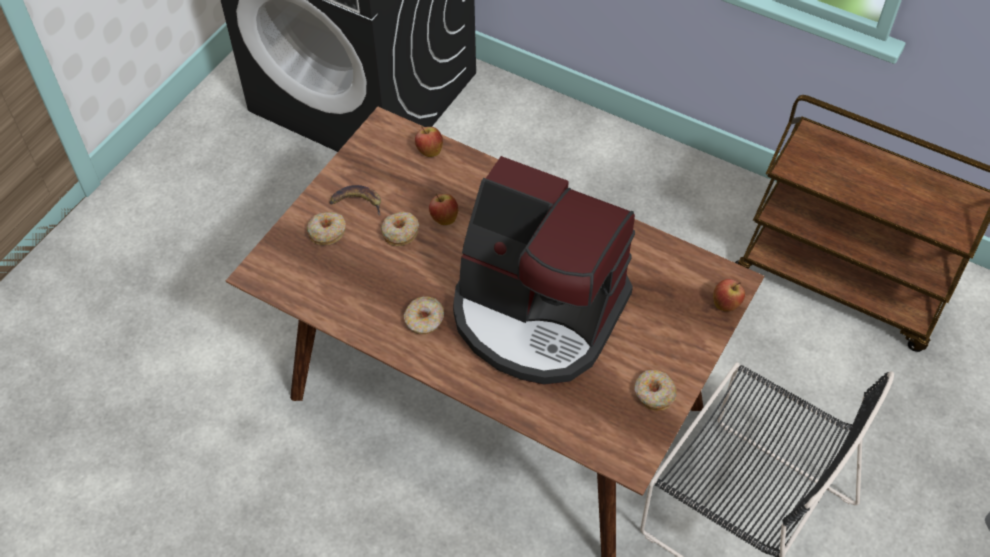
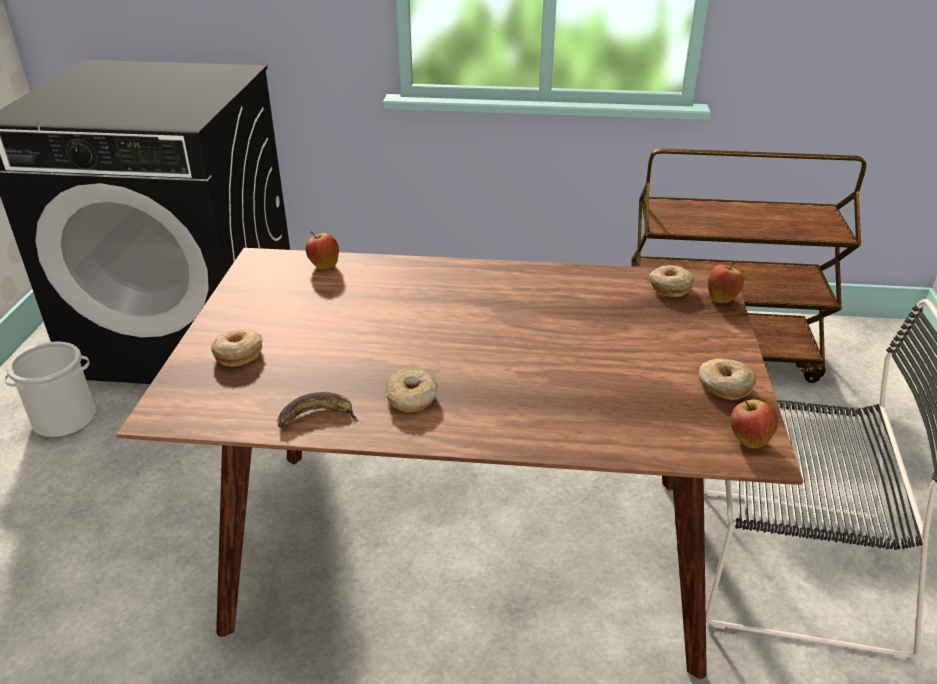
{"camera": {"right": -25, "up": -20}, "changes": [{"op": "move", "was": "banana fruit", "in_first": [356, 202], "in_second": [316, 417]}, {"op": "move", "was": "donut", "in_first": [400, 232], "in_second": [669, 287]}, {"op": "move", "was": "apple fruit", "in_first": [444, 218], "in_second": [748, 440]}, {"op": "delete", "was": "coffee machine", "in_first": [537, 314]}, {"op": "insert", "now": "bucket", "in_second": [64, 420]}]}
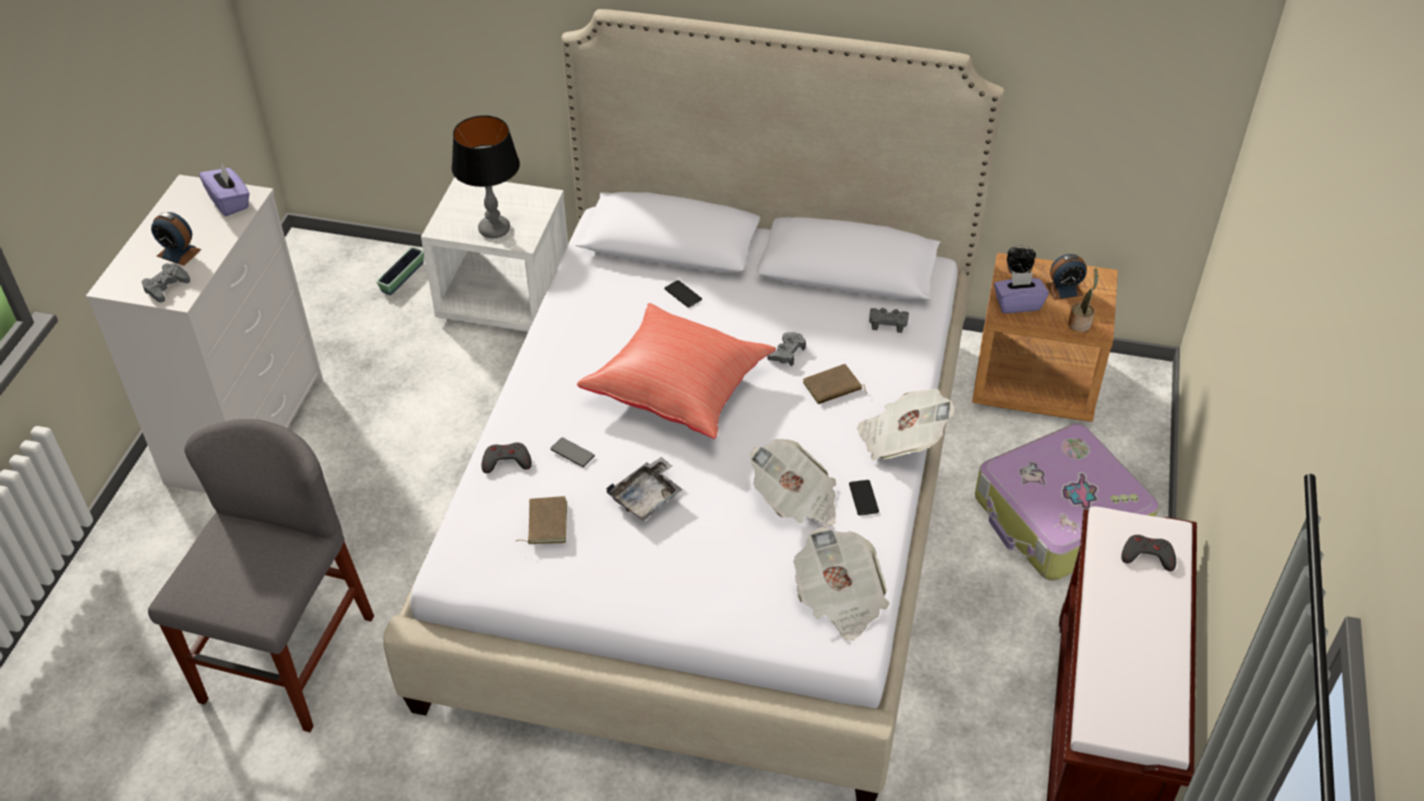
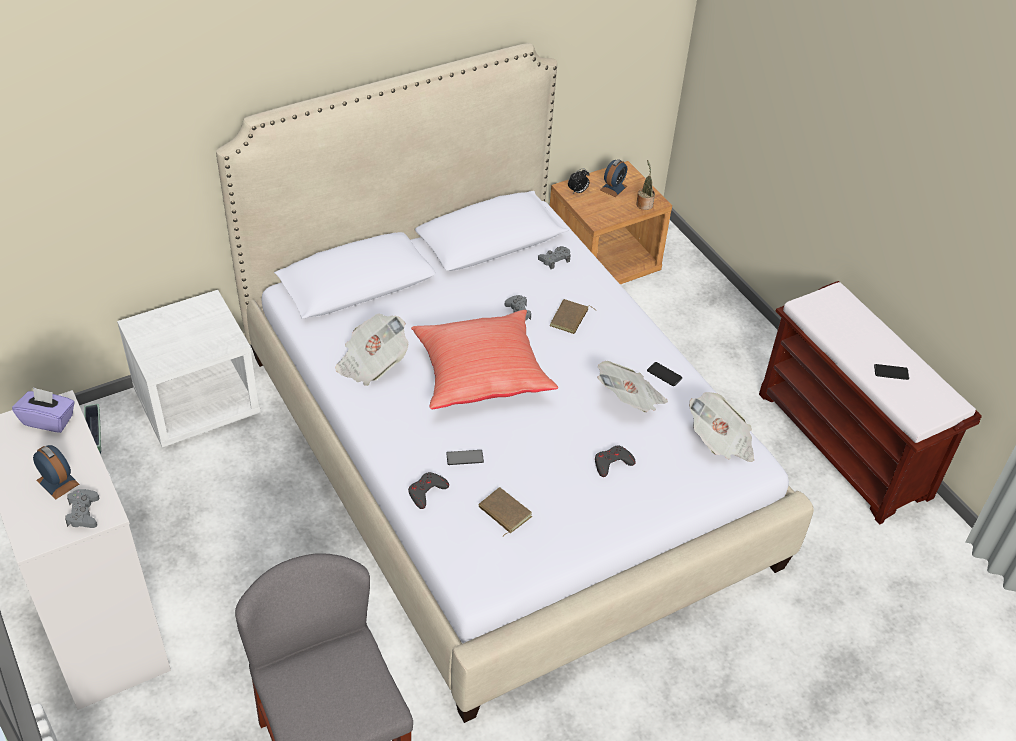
{"camera": {"right": -45, "up": 0}, "changes": [{"op": "rotate", "was": "table clock", "in_first": [179, 253], "in_second": [57, 482], "clockwise": -120}, {"op": "delete", "was": "table lamp", "in_first": [494, 229]}, {"op": "delete", "was": "grey tray", "in_first": [647, 497]}, {"op": "move", "was": "handset", "in_first": [683, 294], "in_second": [891, 372]}, {"op": "move", "was": "daily paper", "in_first": [901, 440], "in_second": [371, 363]}, {"op": "delete", "was": "piece of luggage", "in_first": [1059, 518]}, {"op": "delete", "was": "purple box of tissues", "in_first": [1017, 304]}, {"op": "move", "was": "grey gamepad", "in_first": [1147, 556], "in_second": [612, 463]}]}
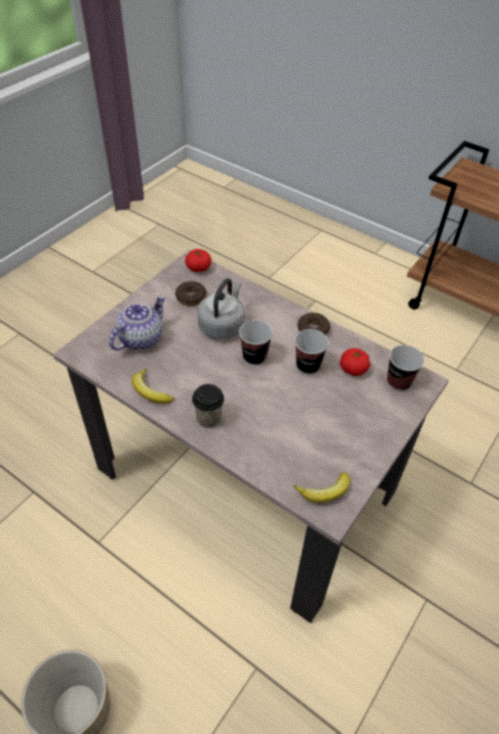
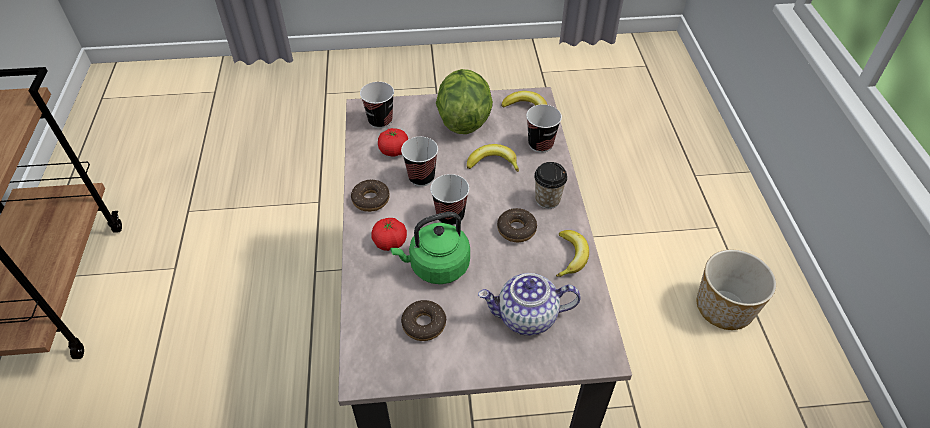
{"camera": {"right": -130, "up": 0}, "changes": [{"op": "move", "was": "fresh tomato", "in_first": [198, 268], "in_second": [390, 242]}, {"op": "recolor", "was": "grey tea kettle", "now": "green tea kettle", "in_first": [222, 325], "in_second": [436, 266]}, {"op": "insert", "now": "head of lettuce", "in_second": [463, 119]}, {"op": "insert", "now": "banana fruit", "in_second": [493, 162]}, {"op": "insert", "now": "donut", "in_second": [516, 229]}, {"op": "insert", "now": "small cup", "in_second": [540, 144]}]}
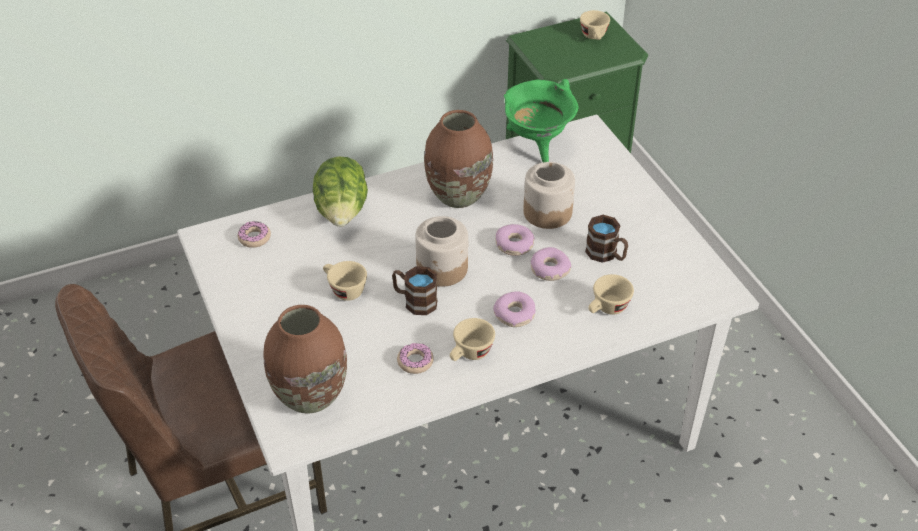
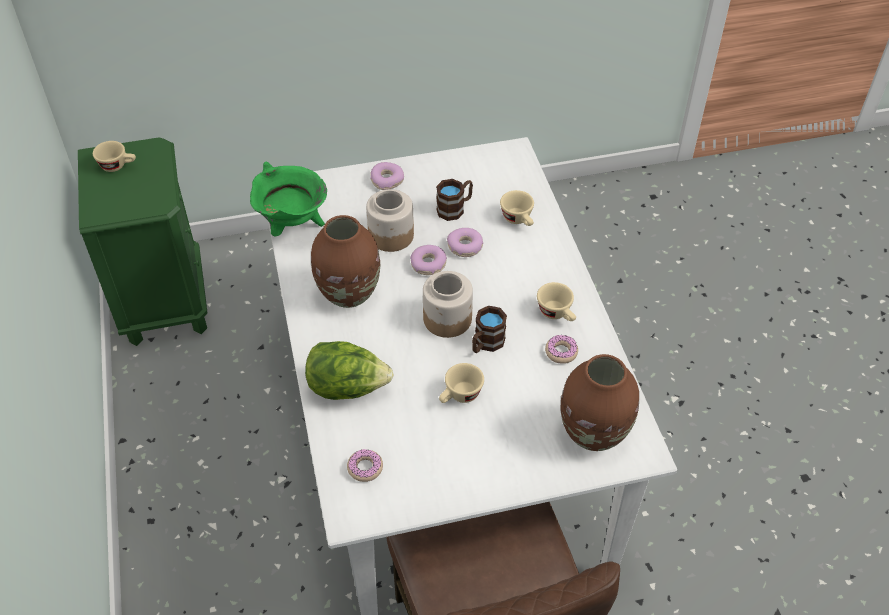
{"camera": {"right": -80, "up": 5}, "changes": [{"op": "move", "was": "donut", "in_first": [515, 314], "in_second": [387, 180]}]}
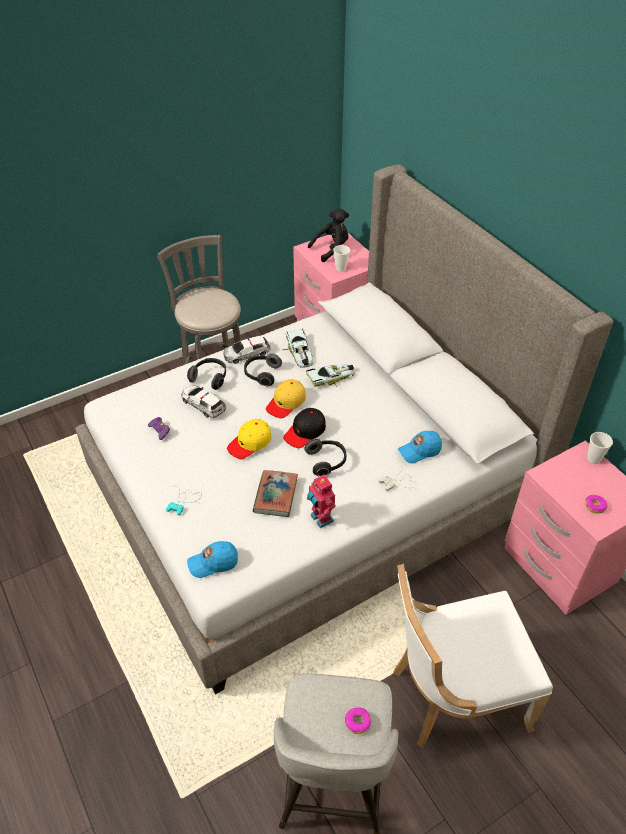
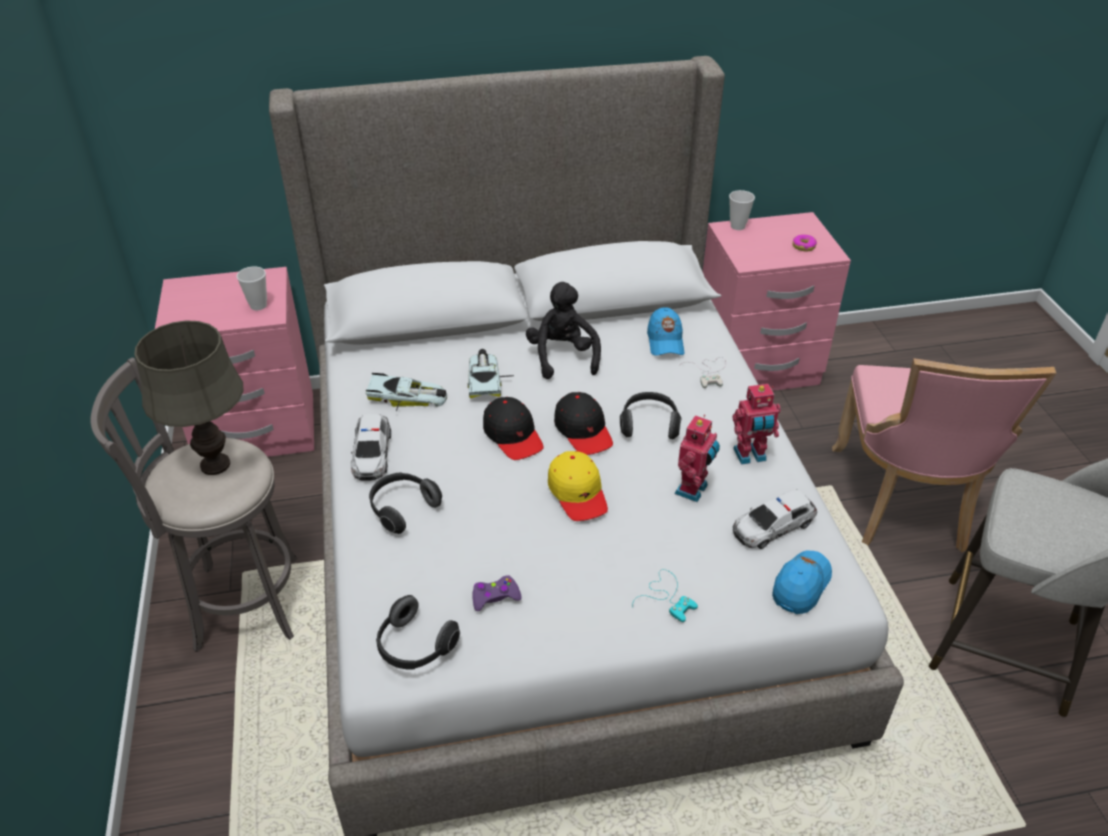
{"camera": {"right": -70, "up": -5}, "changes": [{"op": "move", "was": "miniature car", "in_first": [203, 404], "in_second": [772, 526]}, {"op": "rotate", "was": "blue-coloured peaked cap", "in_first": [213, 563], "in_second": [801, 585], "clockwise": -150}, {"op": "move", "was": "headphones", "in_first": [261, 374], "in_second": [414, 647]}, {"op": "replace", "was": "book", "now": "robot figure", "in_first": [275, 495], "in_second": [693, 490]}, {"op": "recolor", "was": "yellow-coloured peaked cap", "now": "black-coloured peaked cap", "in_first": [286, 403], "in_second": [513, 435]}, {"op": "move", "was": "black-coloured cuddly toy", "in_first": [331, 249], "in_second": [562, 357]}, {"op": "delete", "was": "donut", "in_first": [357, 722]}, {"op": "recolor", "was": "white upright chair", "now": "pinkish upright chair", "in_first": [453, 695], "in_second": [903, 503]}, {"op": "insert", "now": "grey table lamp", "in_second": [215, 465]}]}
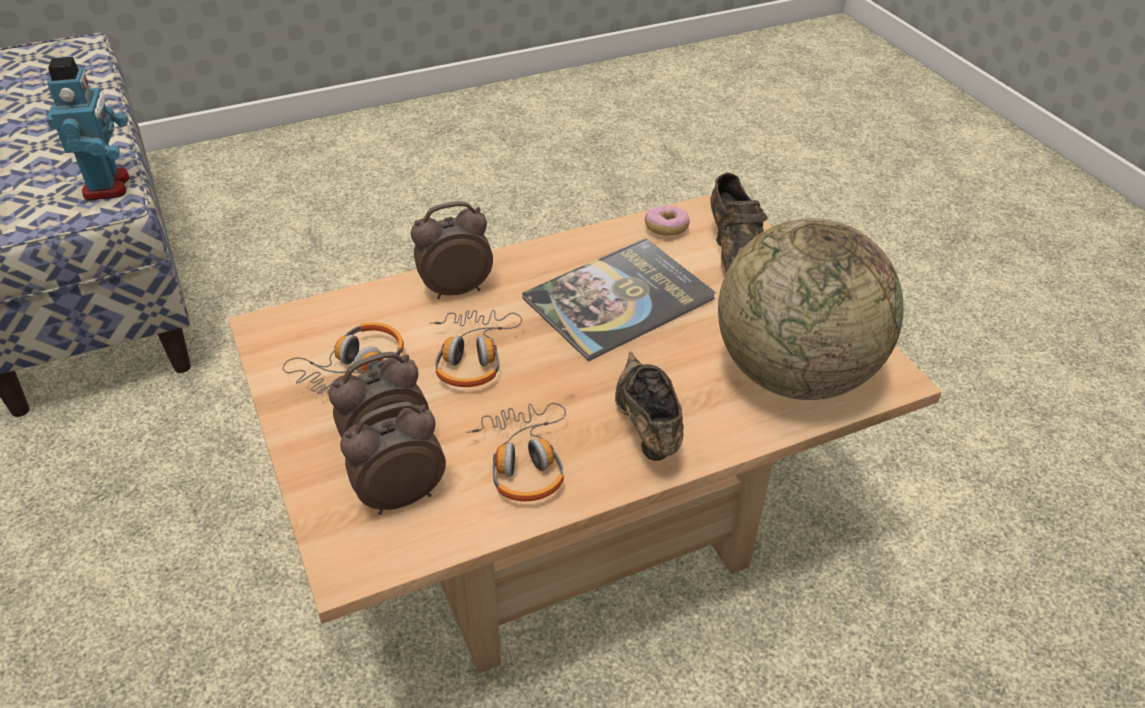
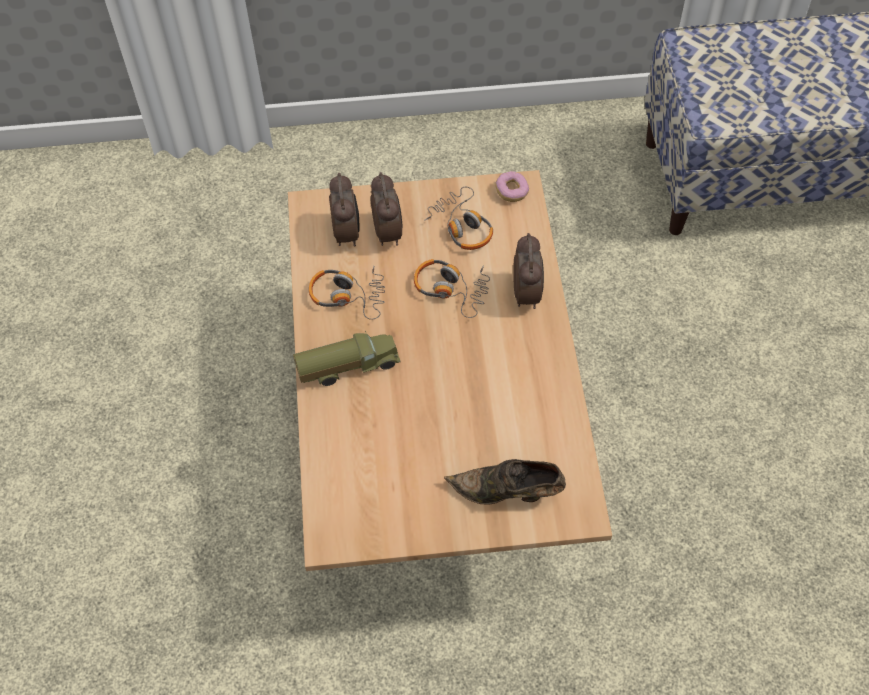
{"camera": {"right": 110, "up": 15}, "changes": [{"op": "delete", "was": "robot figure", "in_first": [108, 186]}, {"op": "delete", "was": "book", "in_first": [618, 299]}, {"op": "replace", "was": "brown-coloured low shoe", "now": "model truck", "in_first": [645, 427], "in_second": [348, 366]}, {"op": "move", "was": "donut", "in_first": [666, 229], "in_second": [511, 192]}, {"op": "delete", "was": "globe", "in_first": [794, 374]}]}
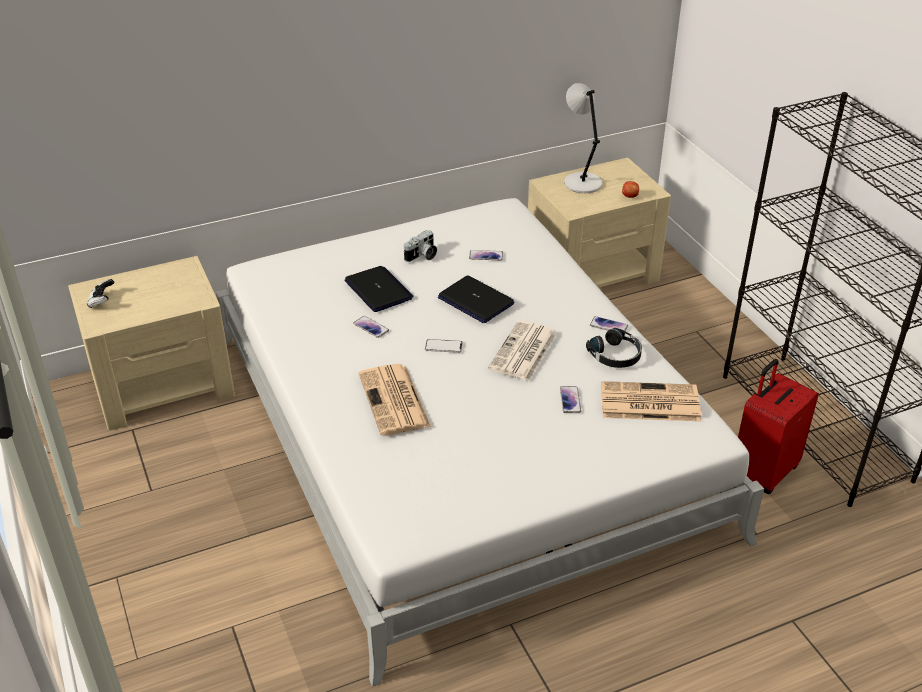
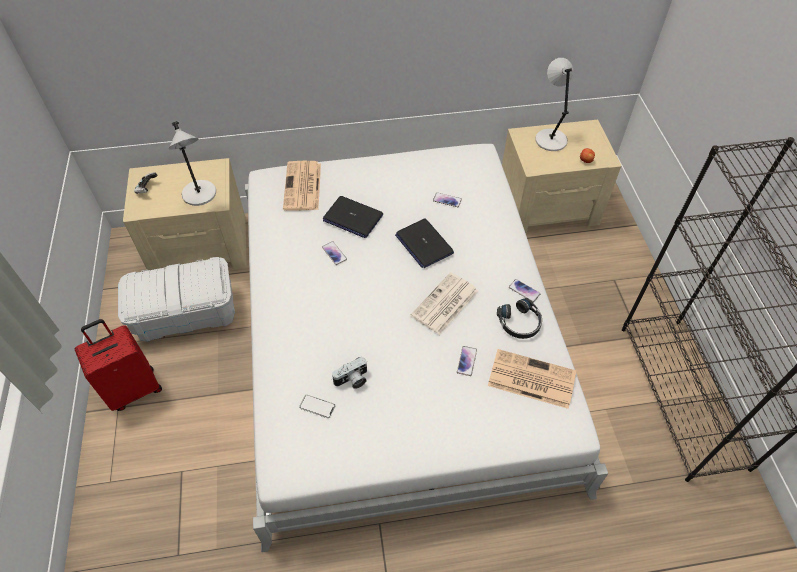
{"camera": {"right": 15, "up": 15}, "changes": [{"op": "rotate", "was": "portable computer", "in_first": [378, 290], "in_second": [352, 217], "clockwise": 135}, {"op": "move", "was": "daily paper", "in_first": [395, 401], "in_second": [303, 187]}, {"op": "move", "was": "still camera", "in_first": [422, 256], "in_second": [352, 380]}, {"op": "move", "was": "handset", "in_first": [443, 346], "in_second": [317, 406]}, {"op": "move", "was": "red-coloured piece of luggage", "in_first": [763, 471], "in_second": [134, 389]}, {"op": "insert", "now": "white storage container", "in_second": [185, 314]}, {"op": "insert", "now": "grey table lamp", "in_second": [200, 195]}]}
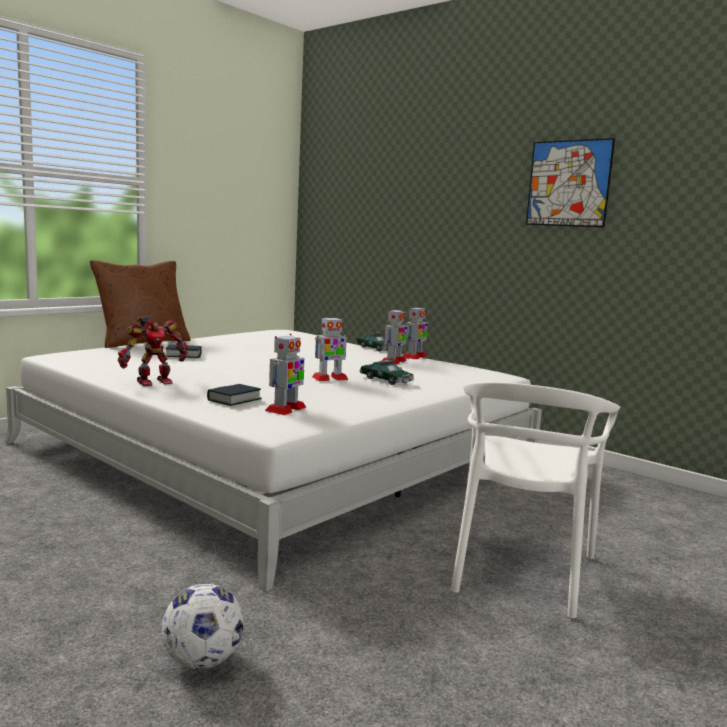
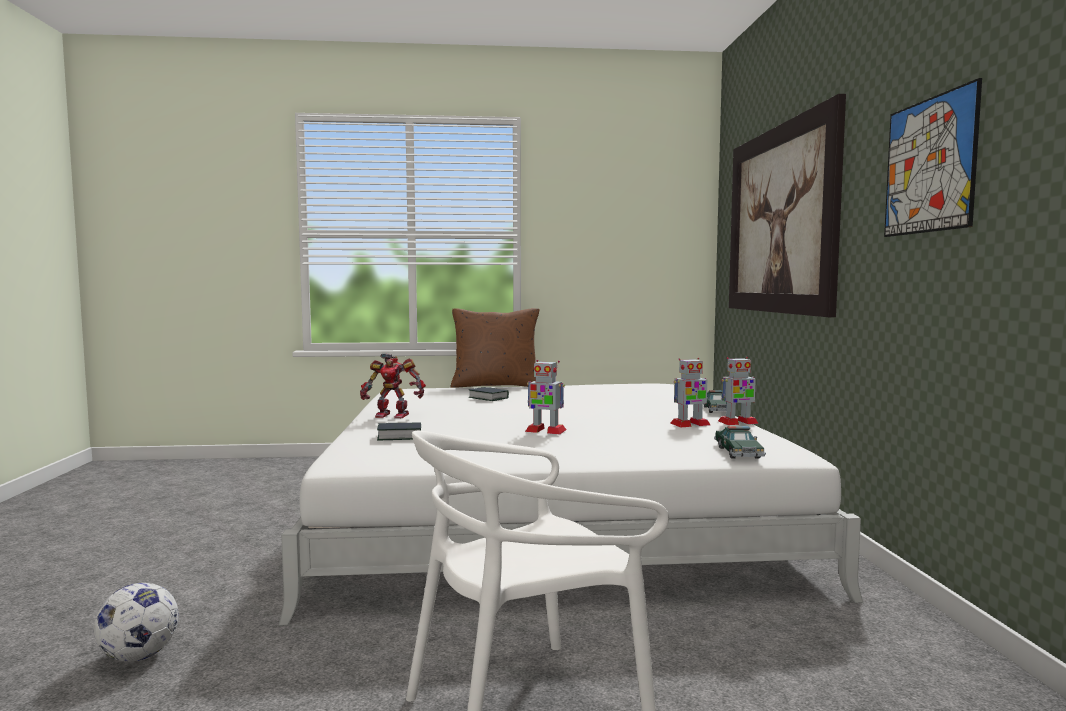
{"camera": {"right": 45, "up": -5}, "changes": [{"op": "delete", "was": "robot figure", "in_first": [285, 409]}, {"op": "move", "was": "miniature car", "in_first": [386, 380], "in_second": [738, 452]}, {"op": "insert", "now": "wall art", "in_second": [779, 220]}]}
